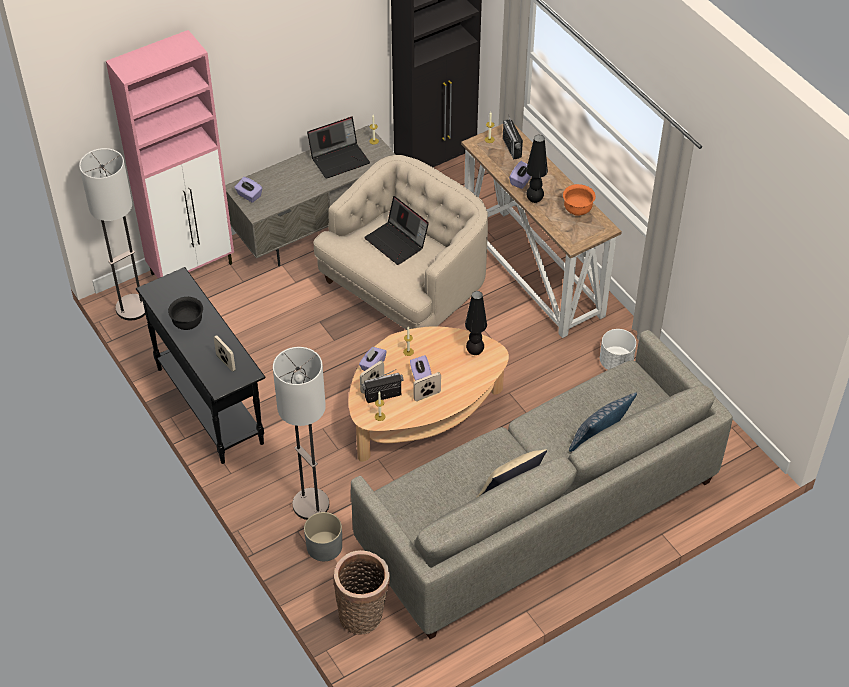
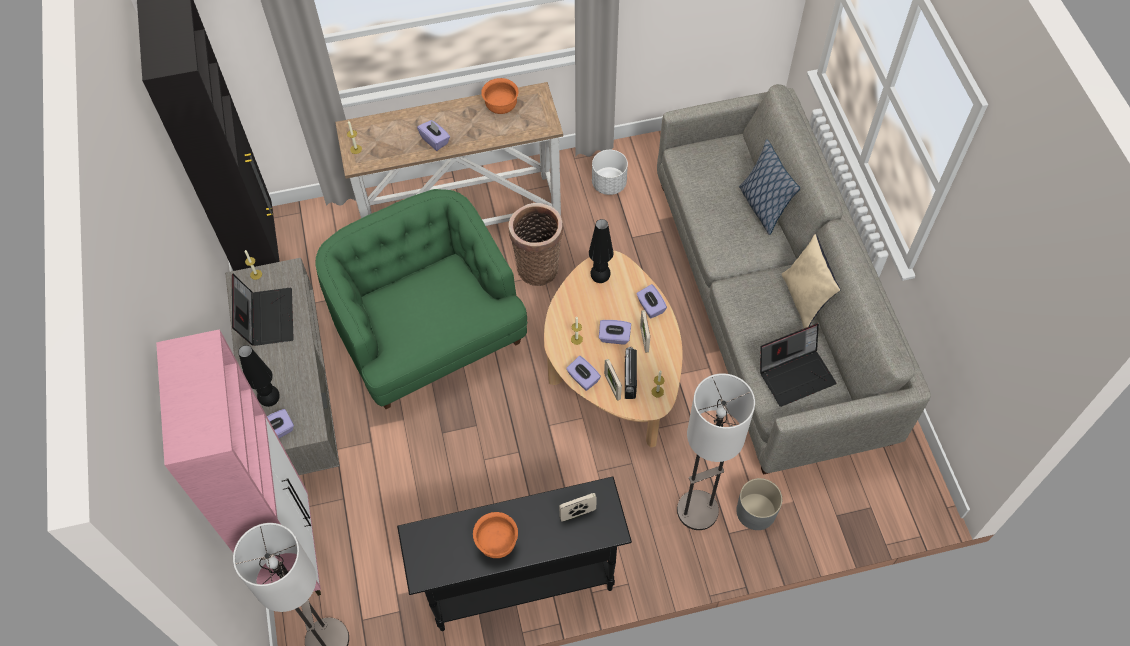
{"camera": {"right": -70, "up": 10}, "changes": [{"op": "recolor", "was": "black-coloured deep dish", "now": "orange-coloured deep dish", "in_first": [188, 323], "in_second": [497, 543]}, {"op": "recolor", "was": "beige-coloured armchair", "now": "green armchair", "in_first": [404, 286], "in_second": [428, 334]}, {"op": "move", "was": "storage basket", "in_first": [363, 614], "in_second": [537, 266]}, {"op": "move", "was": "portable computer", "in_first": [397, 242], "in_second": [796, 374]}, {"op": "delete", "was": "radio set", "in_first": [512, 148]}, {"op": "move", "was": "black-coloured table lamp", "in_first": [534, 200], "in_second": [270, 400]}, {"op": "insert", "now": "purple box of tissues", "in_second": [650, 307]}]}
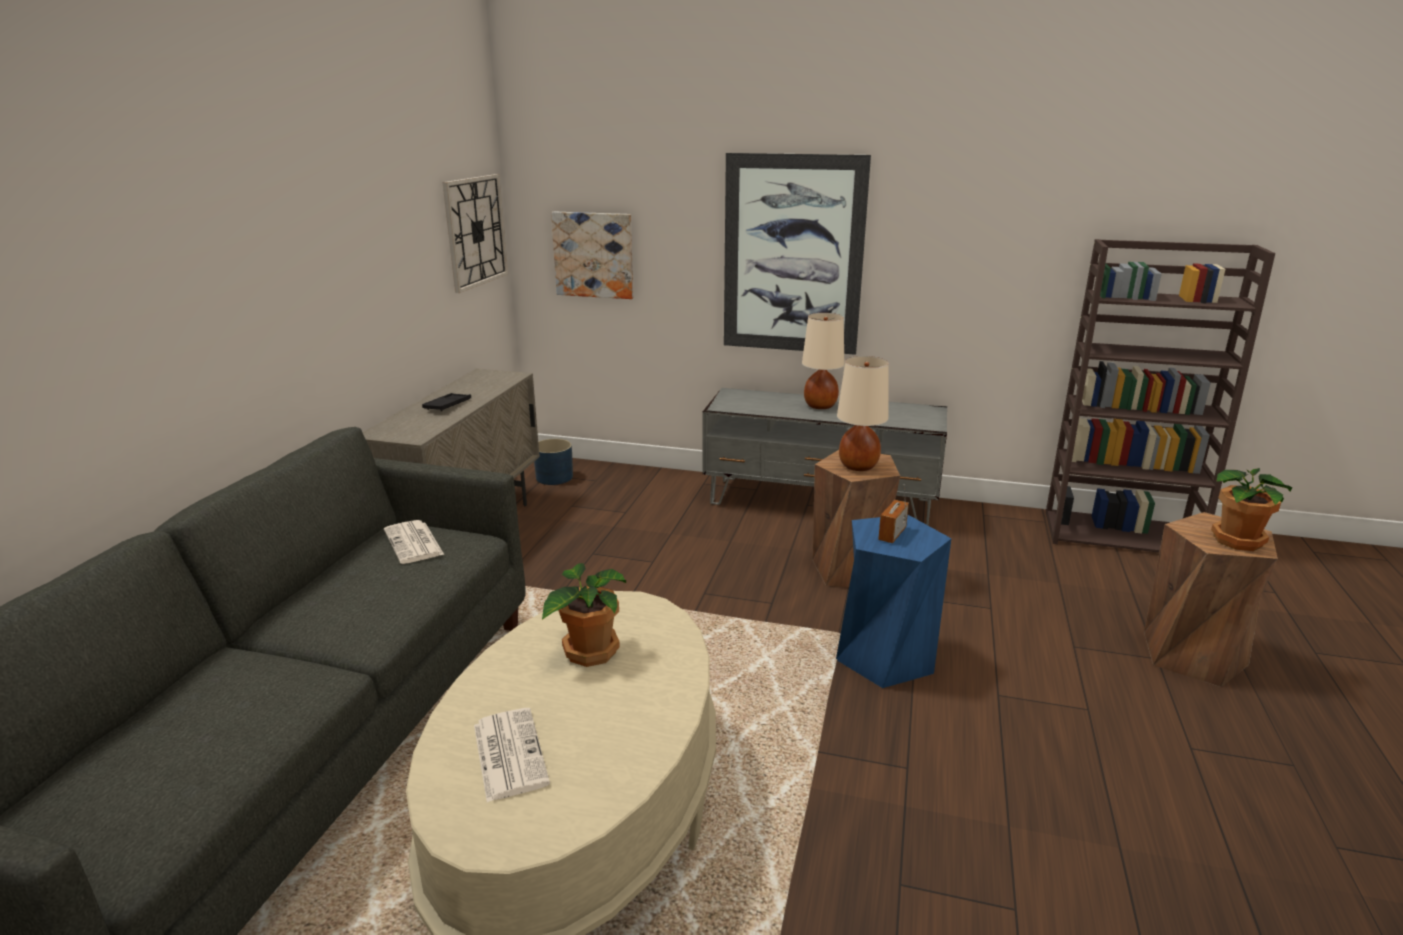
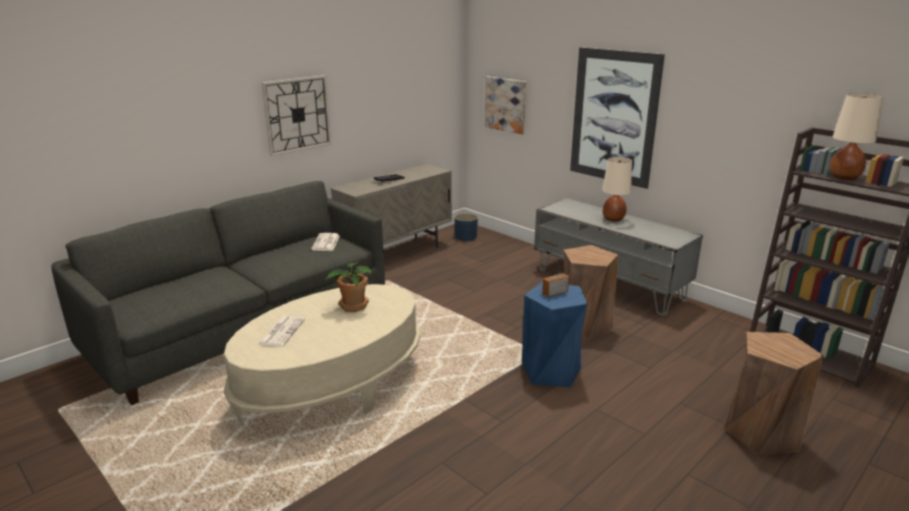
{"camera": {"right": 30, "up": 0}, "changes": [{"op": "move", "was": "clock on the wall", "in_first": [475, 231], "in_second": [297, 115]}, {"op": "move", "was": "beige-coloured table lamp", "in_first": [857, 466], "in_second": [843, 177]}, {"op": "delete", "was": "plant in a pot", "in_first": [1239, 541]}]}
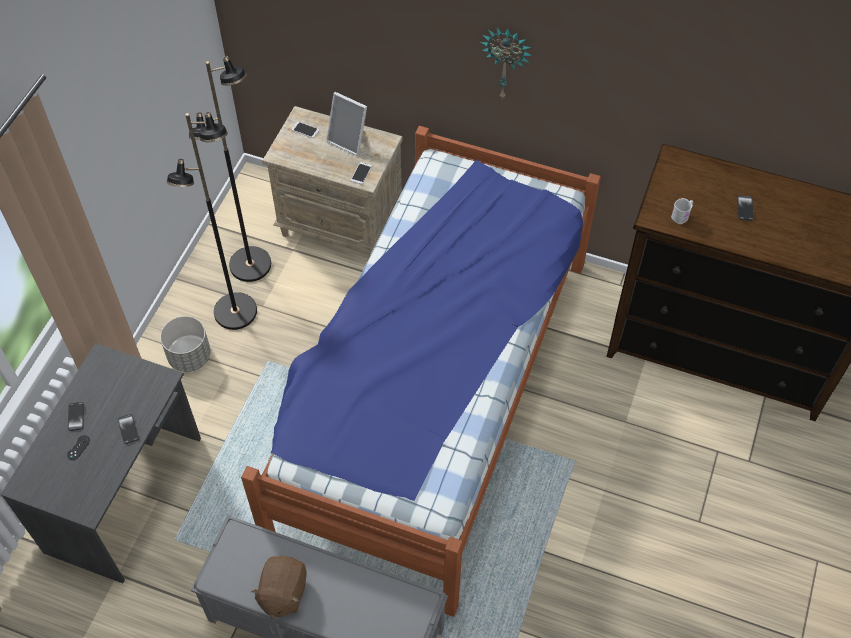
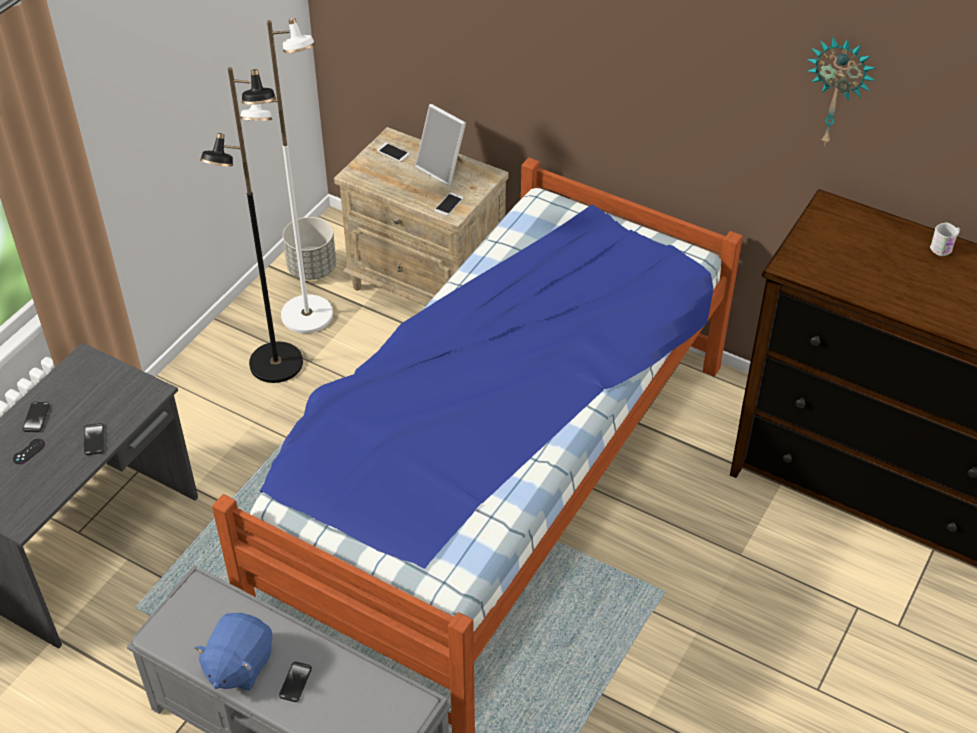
{"camera": {"right": 10, "up": -10}, "changes": [{"op": "move", "was": "grey flower pot", "in_first": [189, 356], "in_second": [312, 268]}, {"op": "recolor", "was": "black-coloured floor lamp", "now": "white floor lamp", "in_first": [251, 265], "in_second": [307, 316]}, {"op": "recolor", "was": "brown-coloured cuddly toy", "now": "blue-coloured cuddly toy", "in_first": [282, 593], "in_second": [238, 665]}, {"op": "move", "was": "clock on the wall", "in_first": [506, 62], "in_second": [837, 90]}, {"op": "move", "was": "white coffee mug", "in_first": [681, 216], "in_second": [943, 248]}, {"op": "move", "was": "handset", "in_first": [745, 208], "in_second": [295, 682]}]}
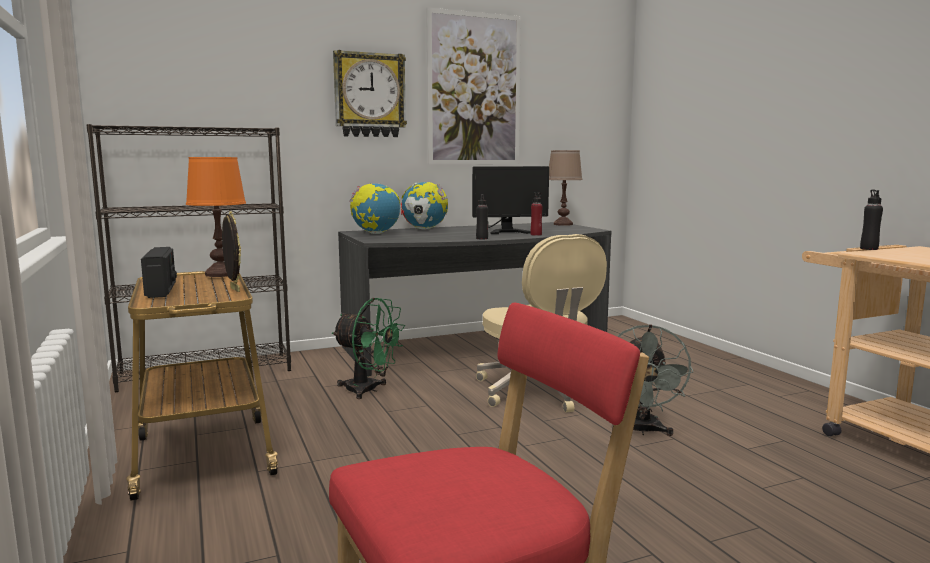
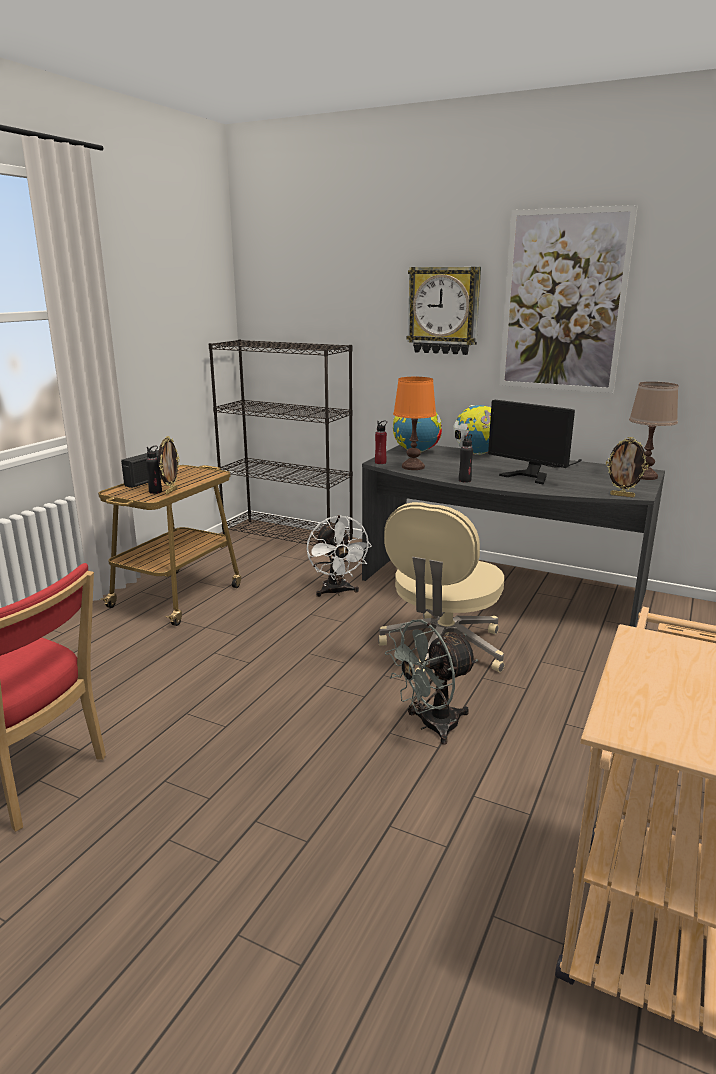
{"camera": {"right": 50, "up": 10}, "changes": [{"op": "move", "was": "orange-coloured table lamp", "in_first": [221, 274], "in_second": [413, 467]}, {"op": "recolor", "was": "green fan", "now": "white fan", "in_first": [368, 390], "in_second": [337, 592]}, {"op": "move", "was": "red-coloured drink bottle", "in_first": [536, 234], "in_second": [380, 462]}, {"op": "move", "was": "black-coloured drink bottle", "in_first": [869, 248], "in_second": [155, 492]}, {"op": "insert", "now": "standing frame", "in_second": [622, 495]}]}
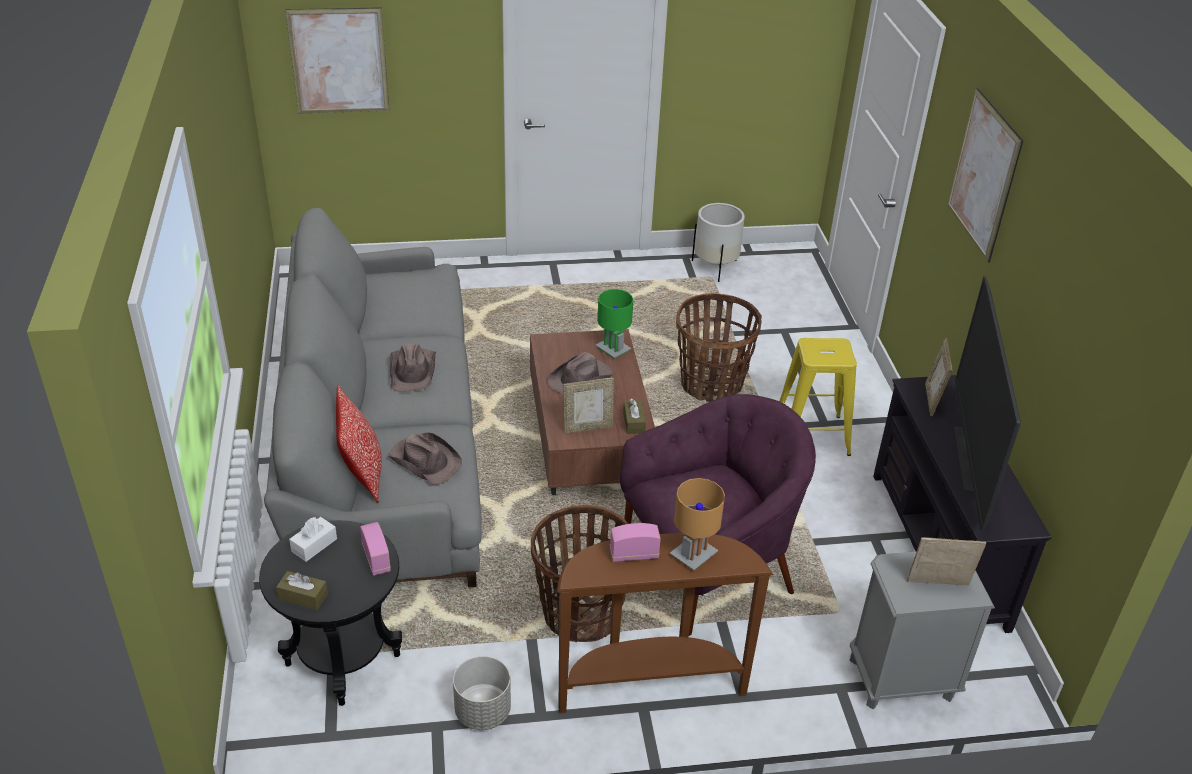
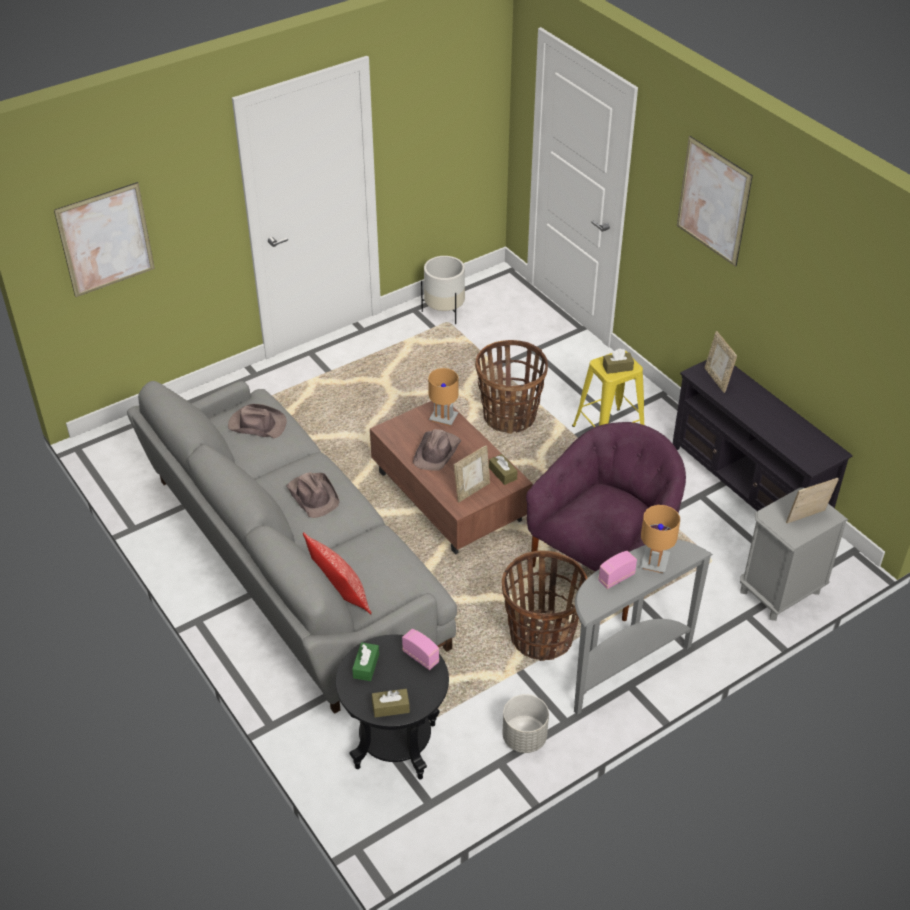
{"camera": {"right": -25, "up": 5}, "changes": [{"op": "recolor", "was": "white box of tissues", "now": "green box of tissues", "in_first": [314, 545], "in_second": [366, 666]}, {"op": "move", "was": "brown-coloured clothing hat", "in_first": [425, 460], "in_second": [257, 424]}, {"op": "recolor", "was": "brown-coloured hall table", "now": "grey hall table", "in_first": [649, 683], "in_second": [622, 667]}, {"op": "recolor", "was": "green table lamp", "now": "brown-coloured table lamp", "in_first": [612, 349], "in_second": [443, 418]}, {"op": "delete", "was": "TV", "in_first": [968, 459]}, {"op": "insert", "now": "brown-coloured box of tissues", "in_second": [617, 367]}]}
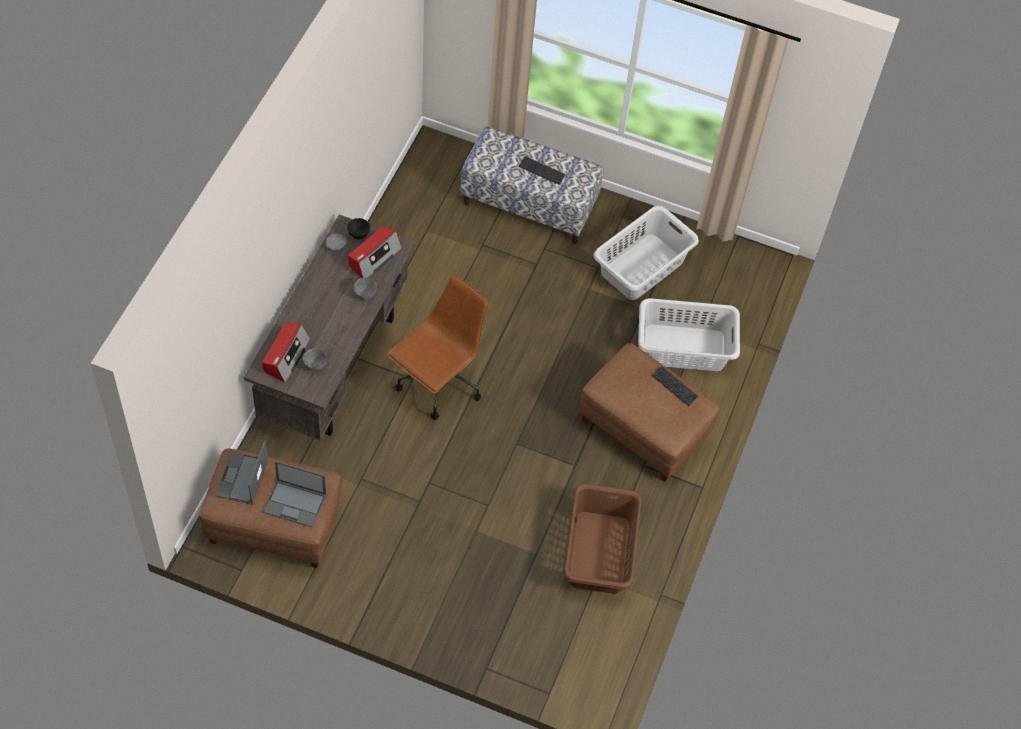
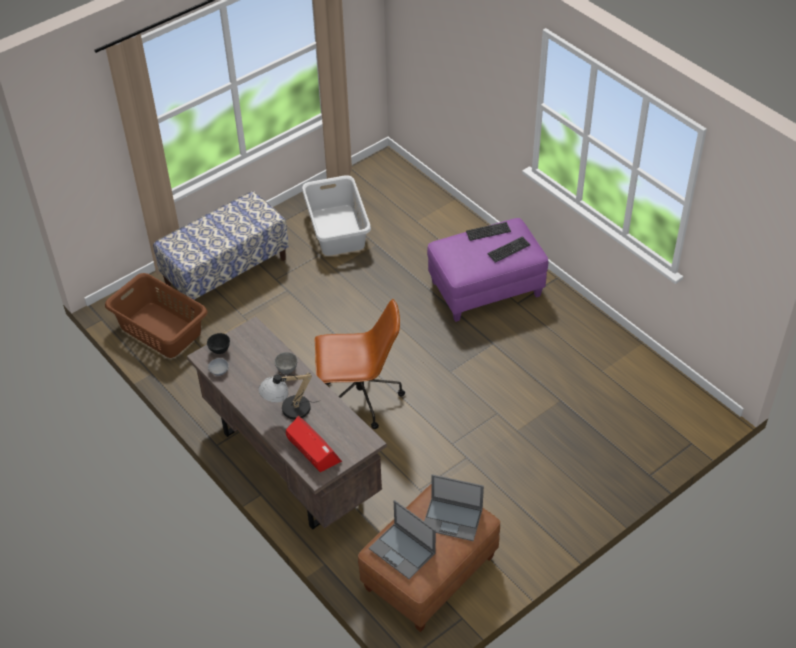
{"camera": {"right": -55, "up": -10}, "changes": [{"op": "rotate", "was": "portable computer", "in_first": [295, 503], "in_second": [453, 519], "clockwise": 60}, {"op": "delete", "was": "grey deep dish", "in_first": [315, 366]}, {"op": "delete", "was": "radio set", "in_first": [374, 257]}, {"op": "rotate", "was": "brown-coloured desk chair", "in_first": [438, 383], "in_second": [359, 398], "clockwise": 105}, {"op": "move", "was": "PC keyboard", "in_first": [541, 171], "in_second": [508, 250]}, {"op": "move", "was": "brown-coloured laundry basket", "in_first": [598, 553], "in_second": [160, 330]}, {"op": "recolor", "was": "brown-coloured footrest", "now": "purple footrest", "in_first": [645, 429], "in_second": [486, 289]}, {"op": "delete", "was": "grey laundry basket", "in_first": [684, 348]}, {"op": "insert", "now": "table lamp", "in_second": [288, 410]}]}
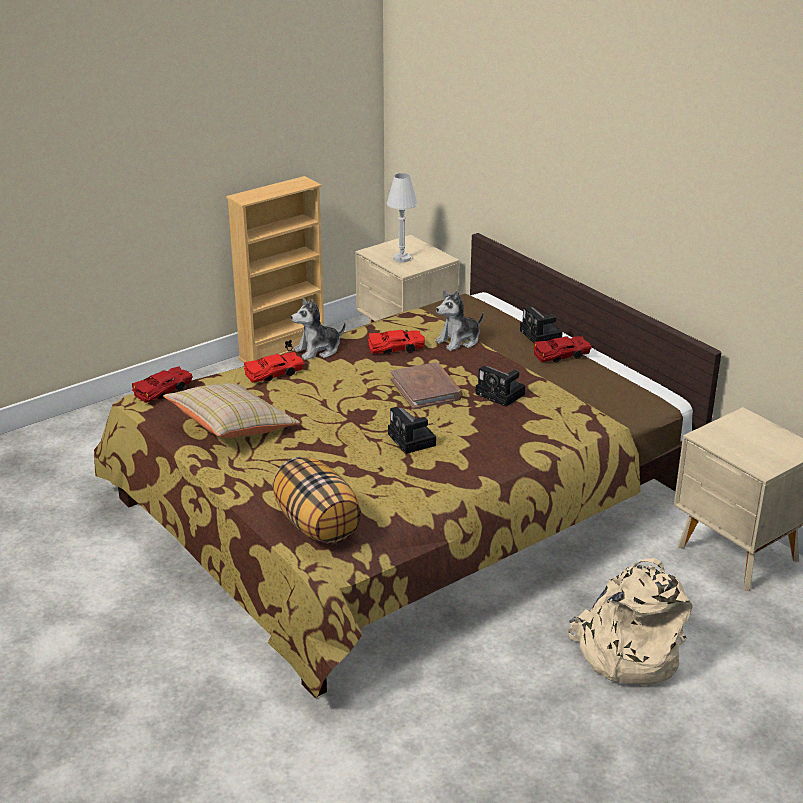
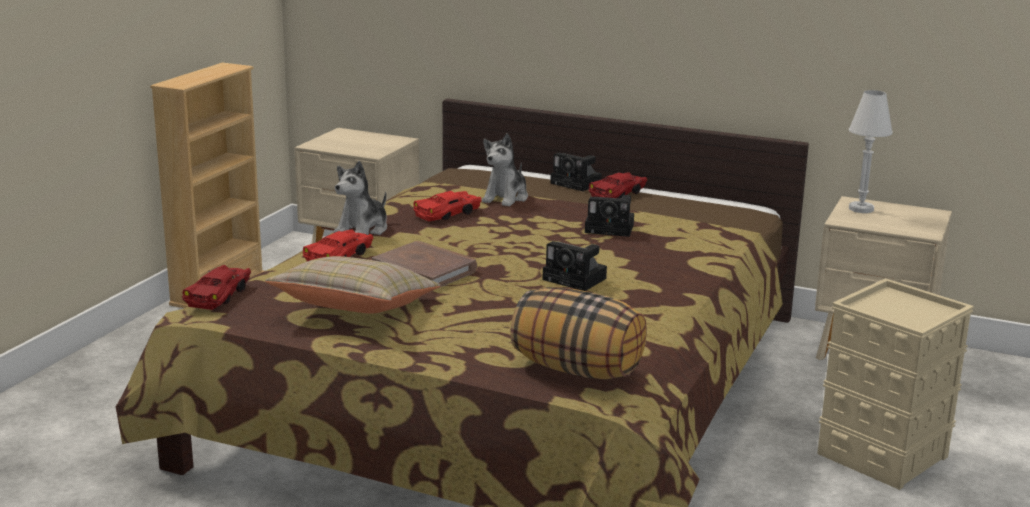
{"camera": {"right": -30, "up": -10}, "changes": [{"op": "move", "was": "white table lamp", "in_first": [402, 258], "in_second": [861, 209]}, {"op": "move", "was": "brown-coloured book", "in_first": [426, 389], "in_second": [425, 270]}, {"op": "replace", "was": "beige-coloured knapsack", "now": "beige-coloured storage container", "in_first": [627, 652], "in_second": [882, 454]}]}
